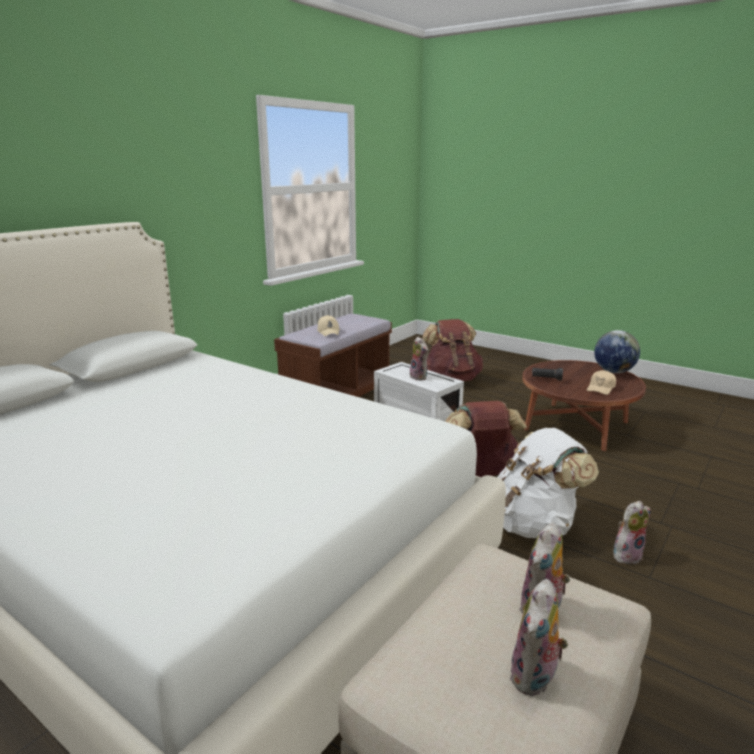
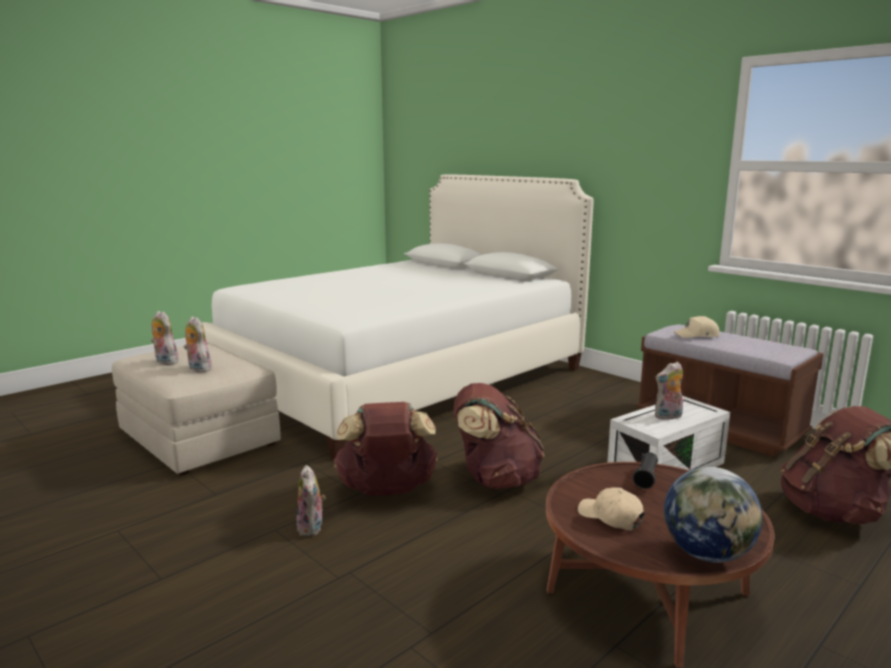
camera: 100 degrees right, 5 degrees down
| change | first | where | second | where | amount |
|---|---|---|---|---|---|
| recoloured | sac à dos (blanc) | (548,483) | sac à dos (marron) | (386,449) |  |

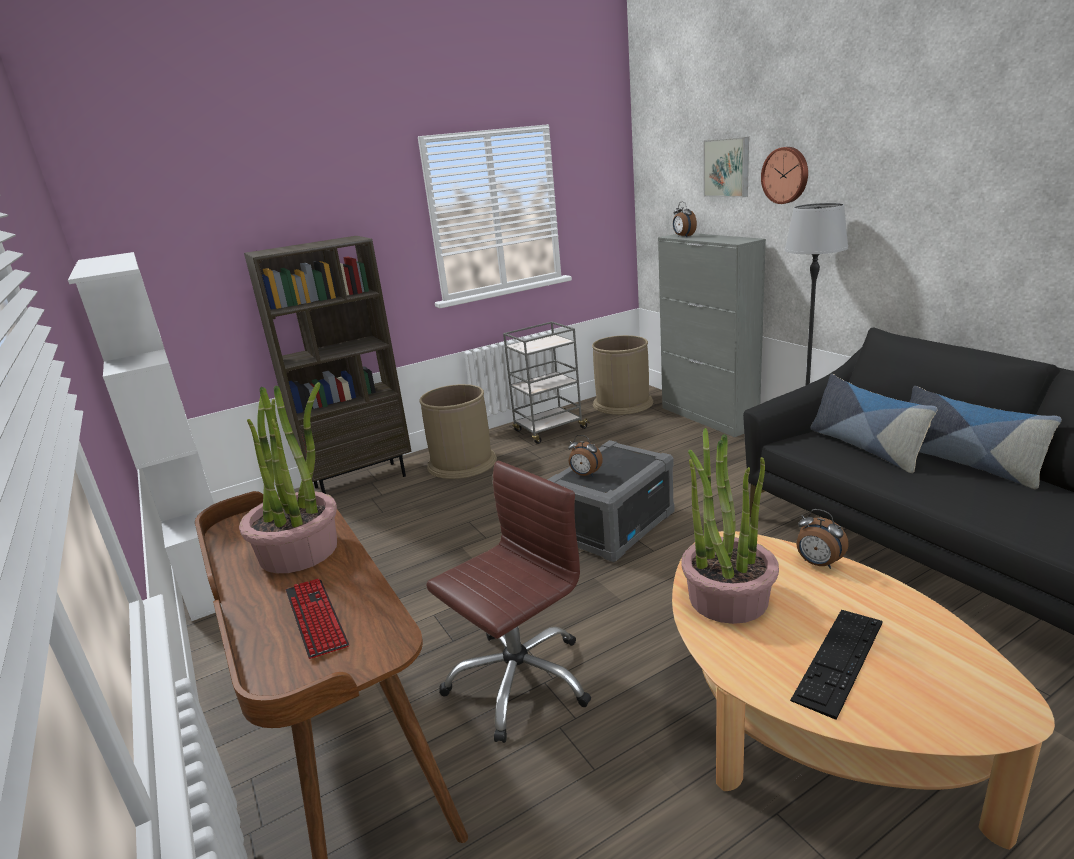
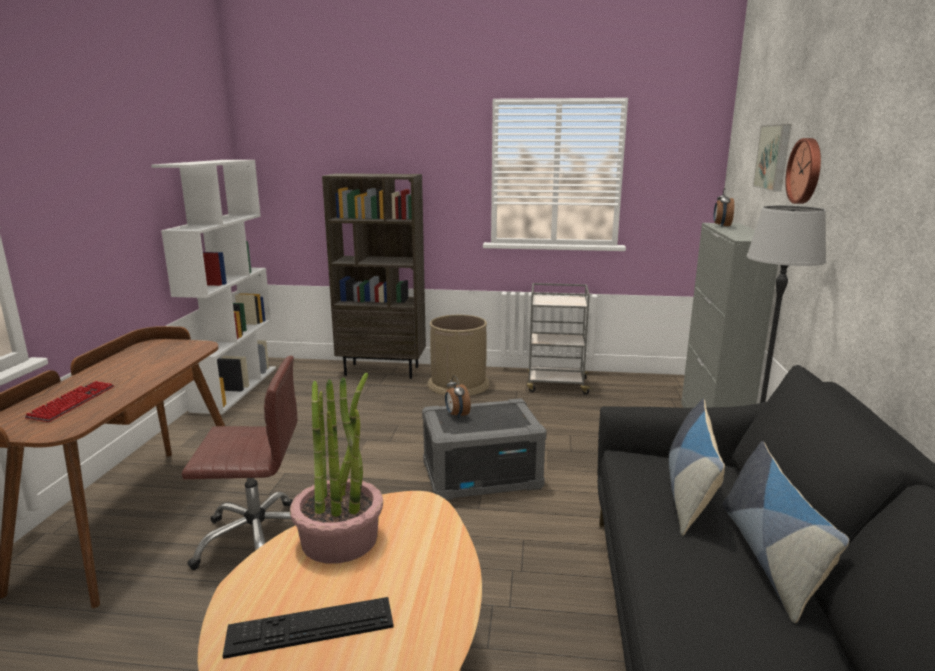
camera: 35 degrees right, 5 degrees down
| change | first | where | second | where | amount |
|---|---|---|---|---|---|
| removed | plante en pot | (288,477) |  |  |  |
| removed | poubelle (marron) | (622,375) |  |  |  |
| removed | réveil | (822,539) |  |  |  |

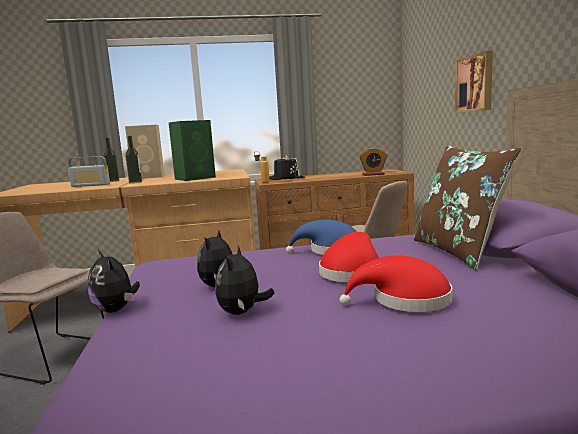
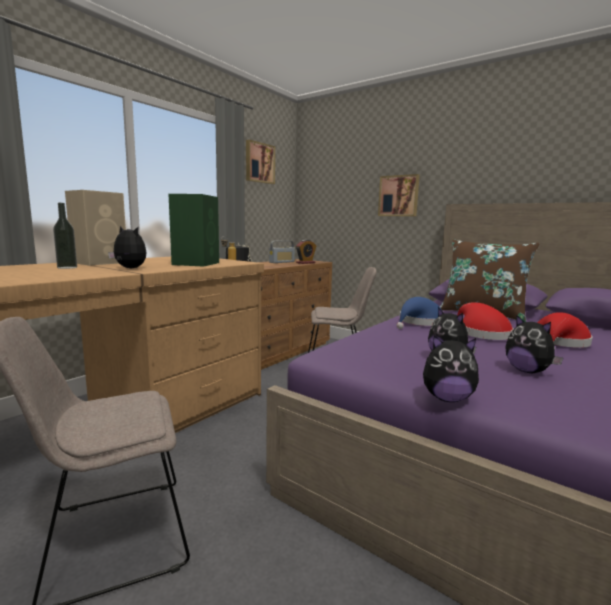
camera: 45 degrees left, 0 degrees up
| change | first | where | second | where | amount |
|---|---|---|---|---|---|
| moved | radio | (89,171) |  | (282,252) |  |
| replaced | bouteille | (133,160) | peluche | (127,247) |  |
| added |  |  | tableau | (260,162) |  |

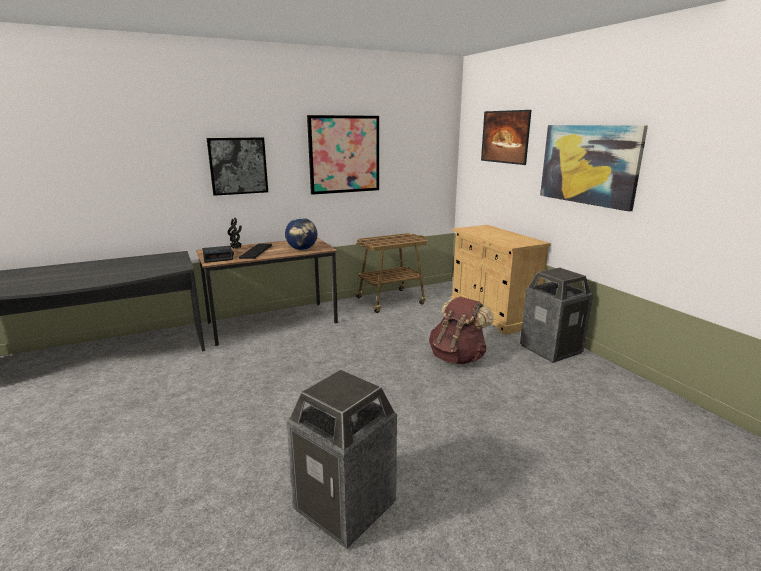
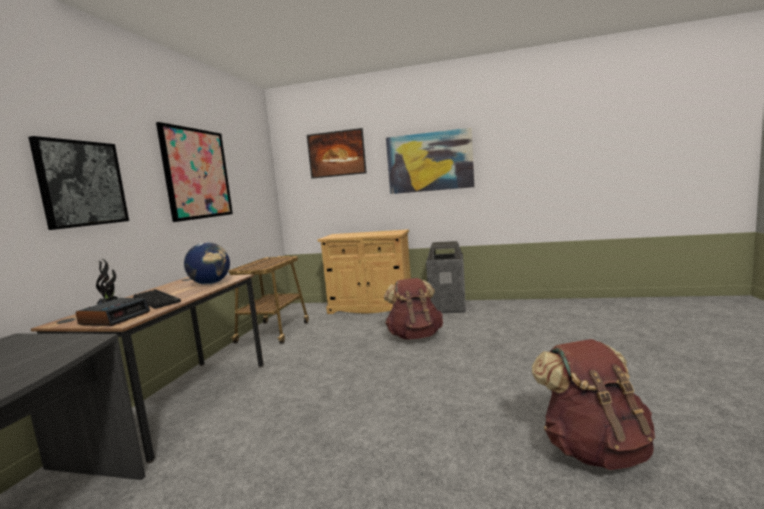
camera: 50 degrees left, 10 degrees down
| change | first | where | second | where | amount |
|---|---|---|---|---|---|
| replaced | poubelle | (341,459) | sac à dos (marron) | (593,404) |  |

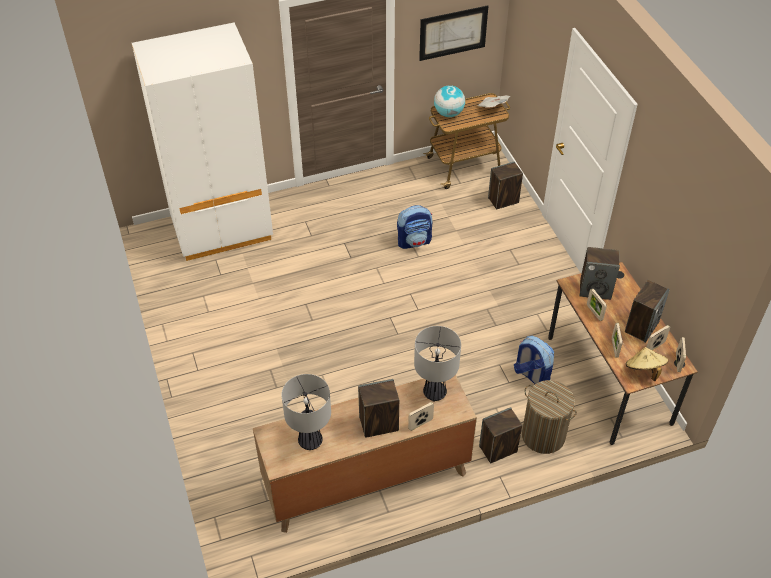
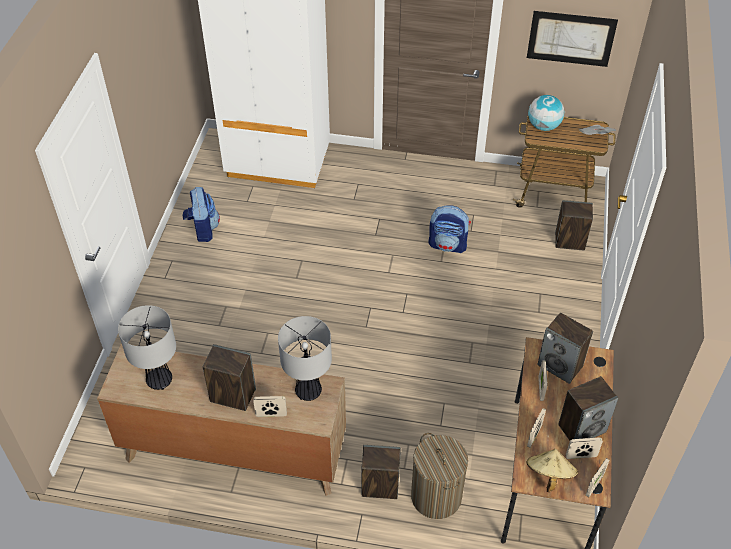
camera: 30 degrees right, 0 degrees up
| change | first | where | second | where | amount |
|---|---|---|---|---|---|
| moved | sac à dos | (534,360) |  | (201,214) |  |

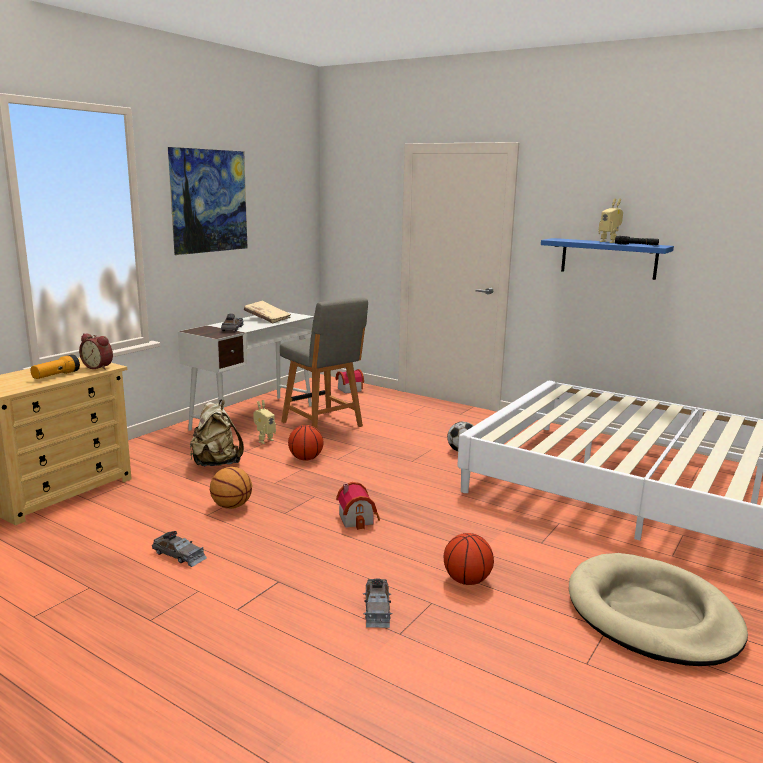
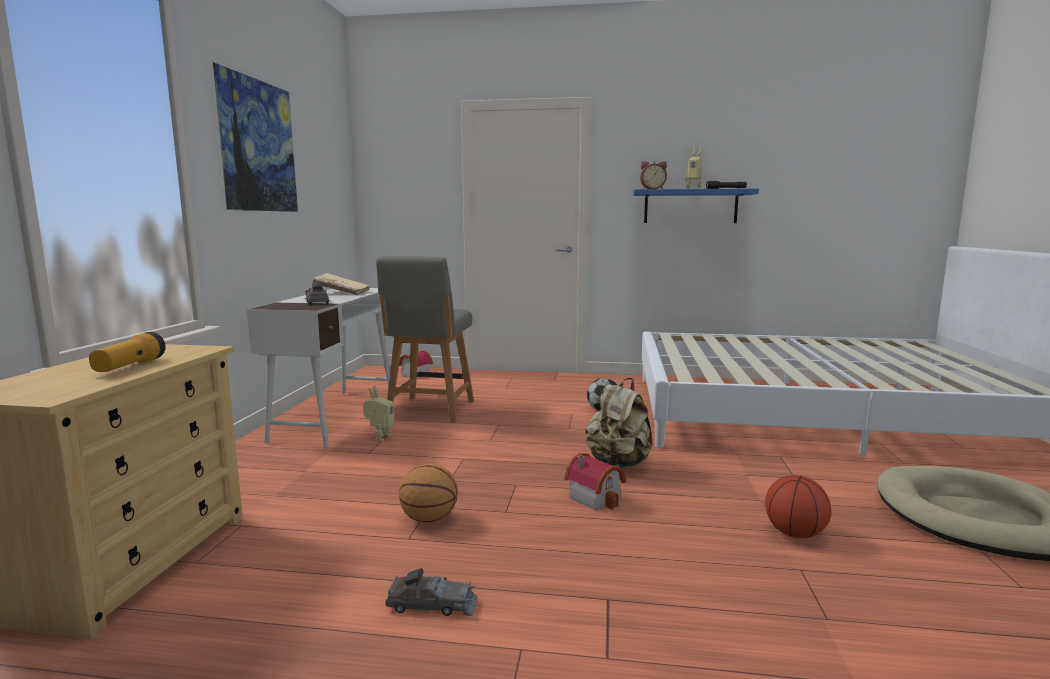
camera: 25 degrees left, 5 degrees down
| change | first | where | second | where | amount |
|---|---|---|---|---|---|
| moved | réveil | (96,351) |  | (653,175) |  |
| moved | sac à dos (beige) | (217,432) |  | (619,423) |  |
| turned | chaise (gris) | (324,363) |  | (425,339) | 75 degrees clockwise |
| removed | ballon de basket | (305,443) |  |  |  |
| removed | petite voiture (gris) | (377,603) |  |  |  |

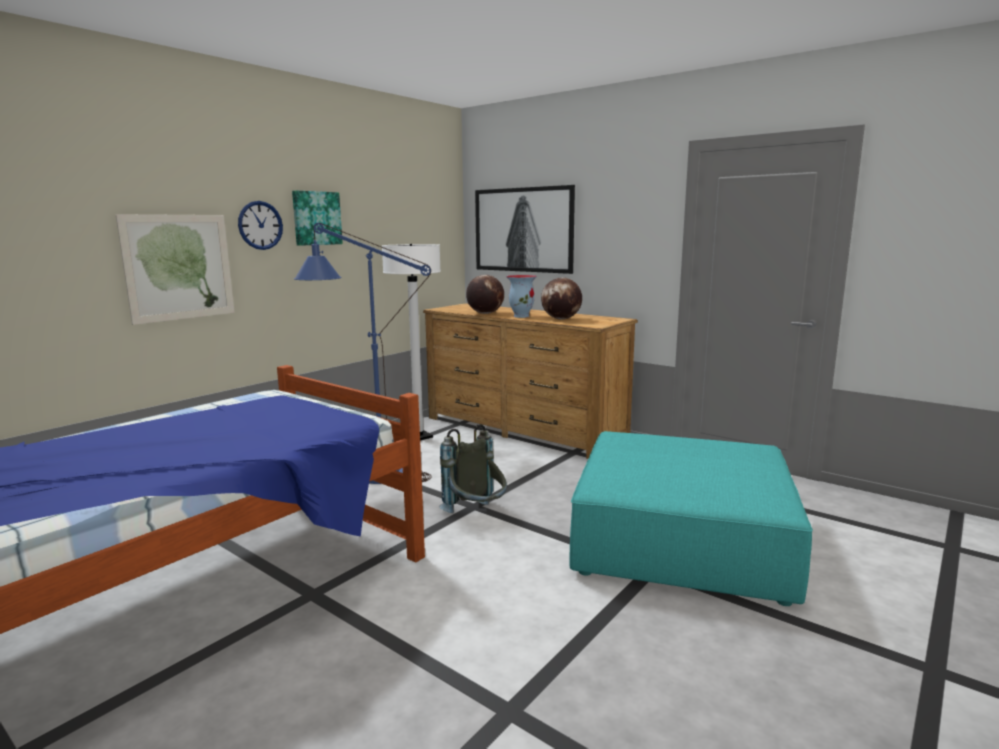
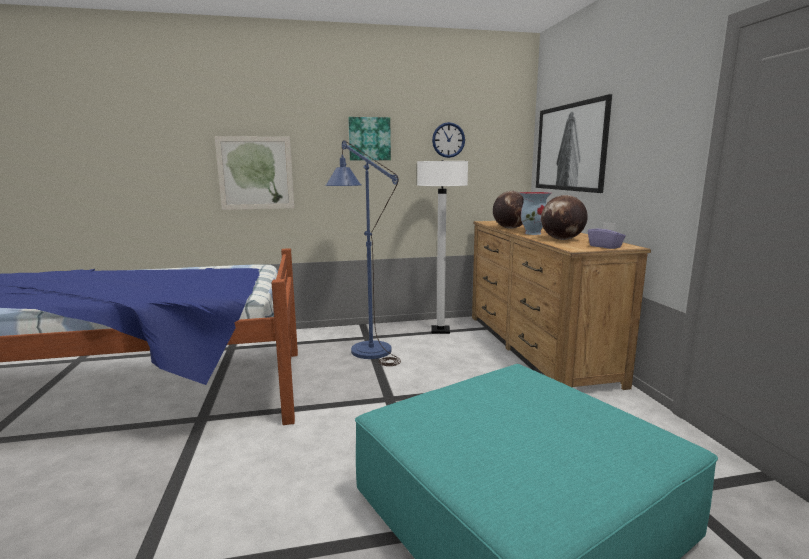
camera: 40 degrees right, 0 degrees up
| change | first | where | second | where | amount |
|---|---|---|---|---|---|
| moved | horloge murale | (260,225) |  | (448,140) |  |
| removed | sac à dos (gris) | (473,468) |  |  |  |
| added |  |  | boîte à mouchoirs (violet) | (607,235) |  |

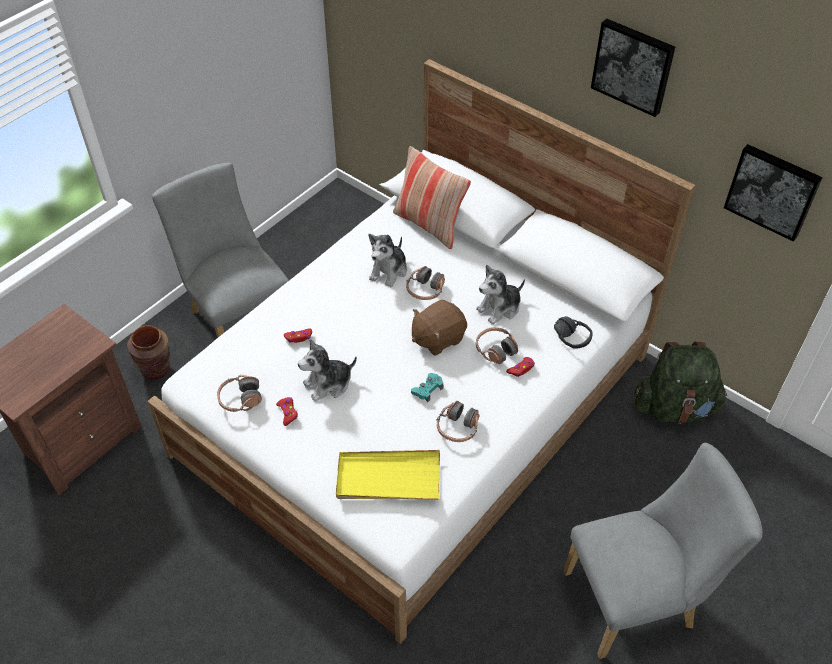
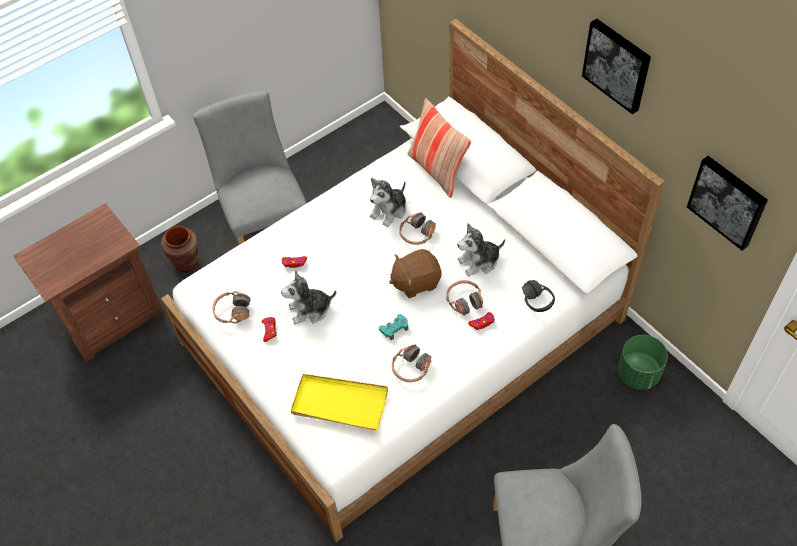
camera: 15 degrees right, 5 degrees up
| change | first | where | second | where | amount |
|---|---|---|---|---|---|
| replaced | sac à dos (vert) | (680,382) | cache-pot (vert) | (643,362) |  |

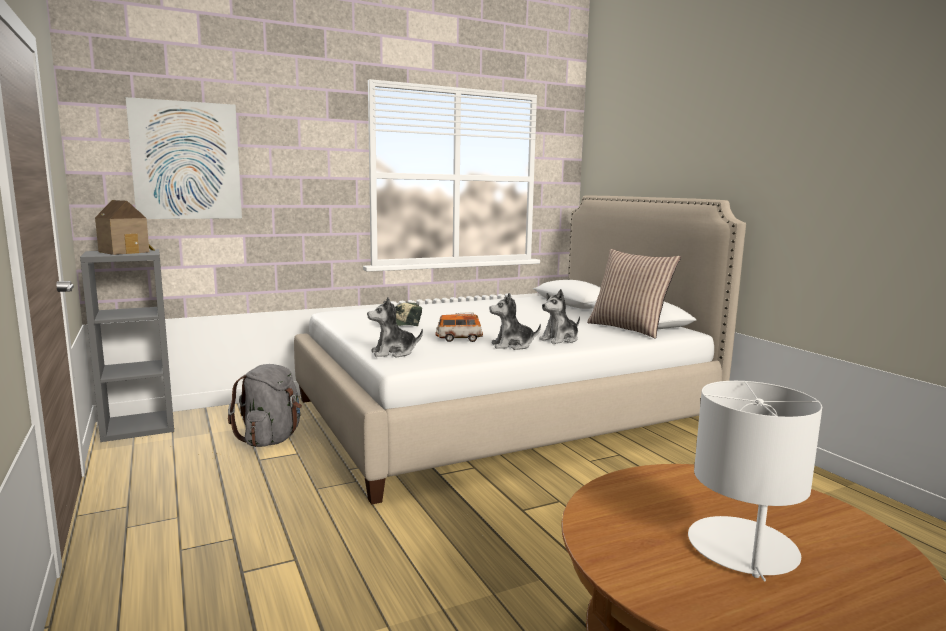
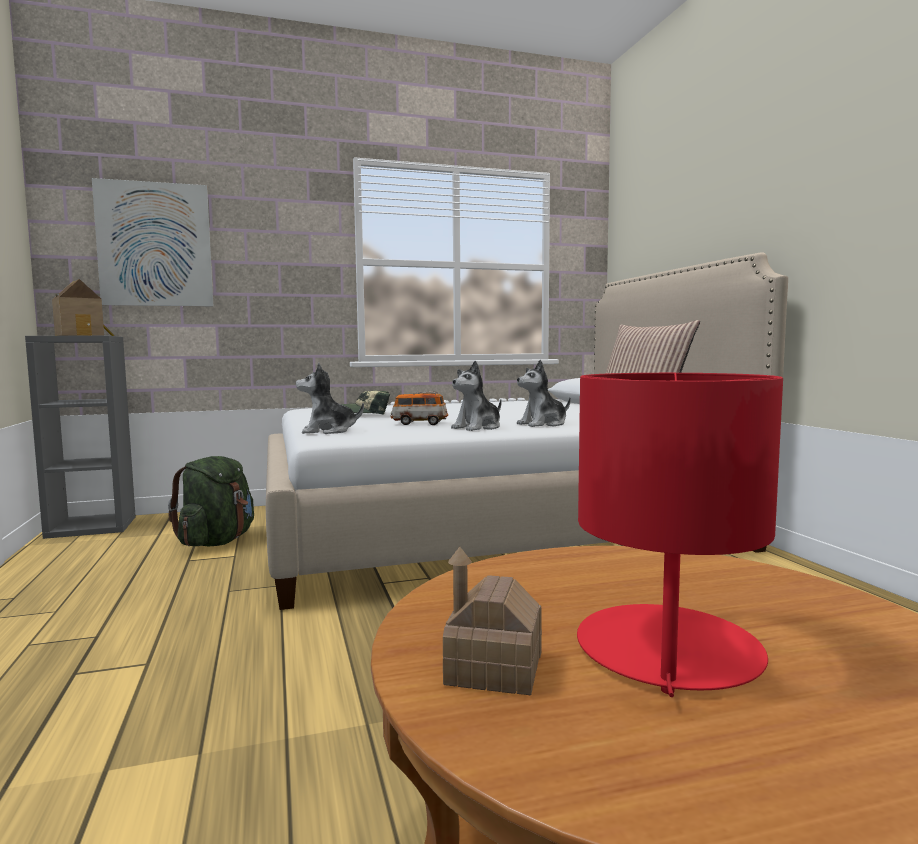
camera: 10 degrees right, 5 degrees down
| change | first | where | second | where | amount |
|---|---|---|---|---|---|
| recoloured | sac à dos (gris) | (265,405) | sac à dos (vert) | (211,501) |  |
| turned | peluche | (515,321) |  | (476,396) | 45 degrees counterclockwise |
| recoloured | lampe de table (blanc) | (755,481) | lampe de table (rouge) | (680,535) |  |
| added |  |  | maison miniature | (492,621) |  |

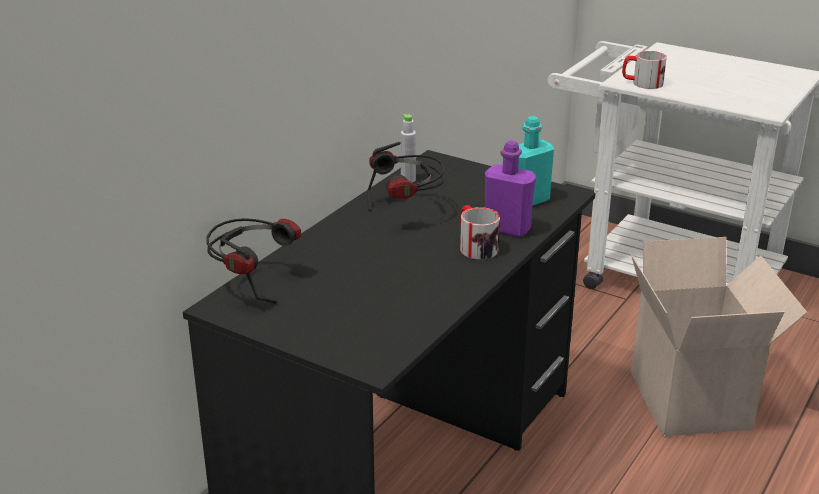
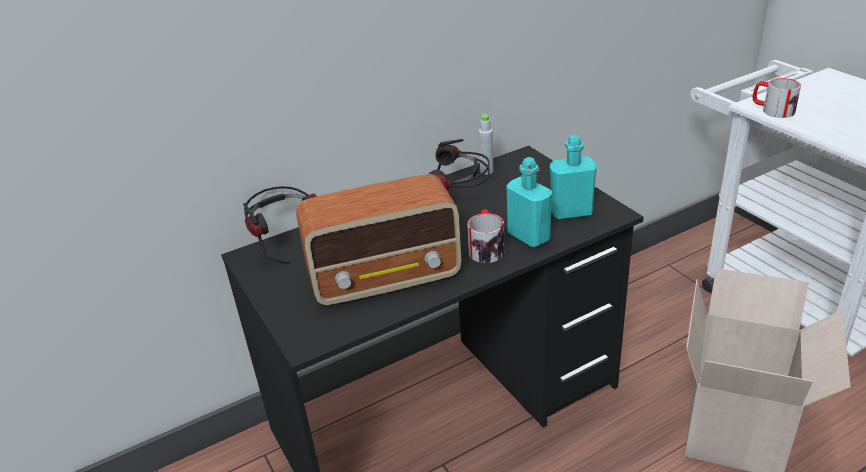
camera: 30 degrees right, 5 degrees up
| change | first | where | second | where | amount |
|---|---|---|---|---|---|
| recoloured | bouteille (violet) | (510,188) | bouteille (turquoise) | (529,202) |  |
| added |  |  | radio | (378,240) |  |

